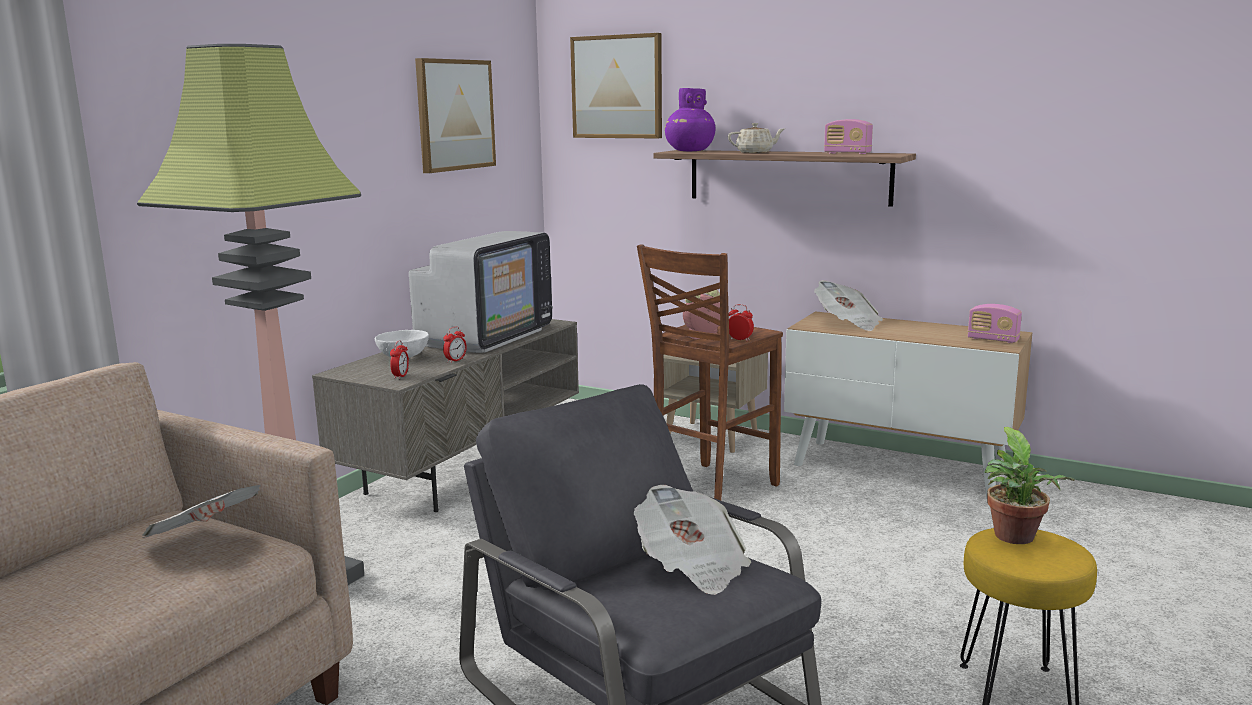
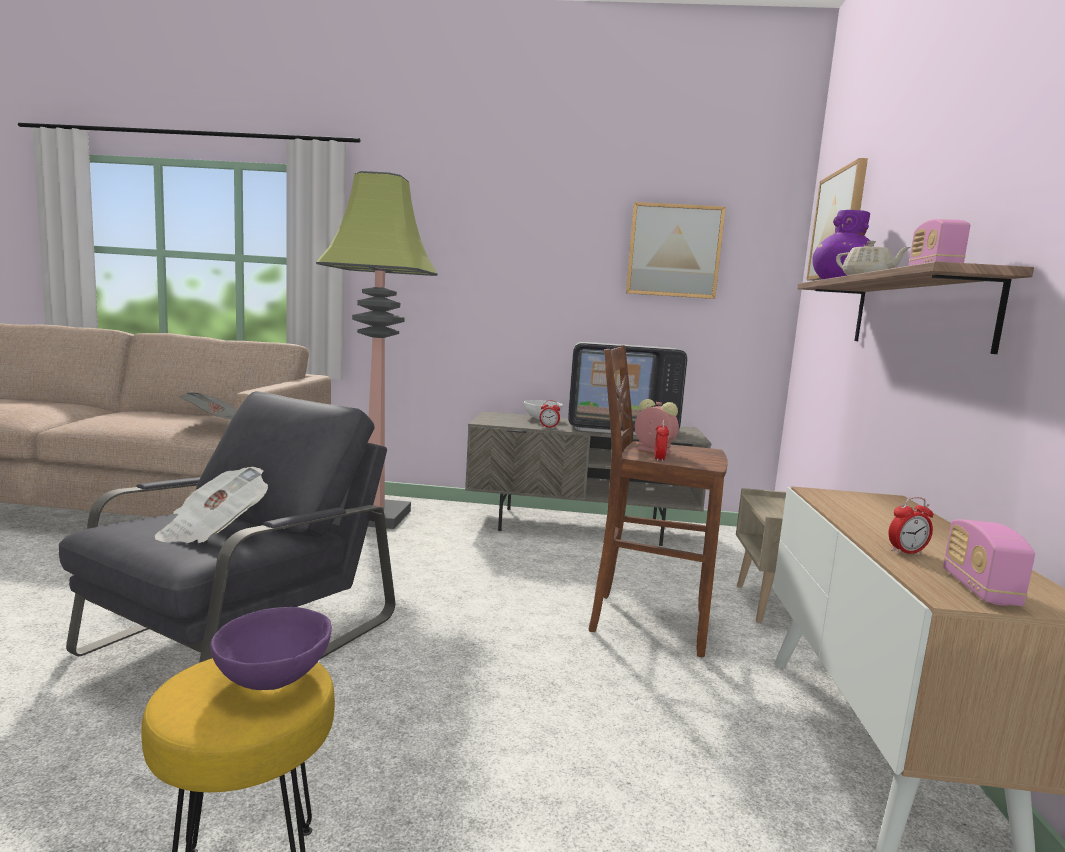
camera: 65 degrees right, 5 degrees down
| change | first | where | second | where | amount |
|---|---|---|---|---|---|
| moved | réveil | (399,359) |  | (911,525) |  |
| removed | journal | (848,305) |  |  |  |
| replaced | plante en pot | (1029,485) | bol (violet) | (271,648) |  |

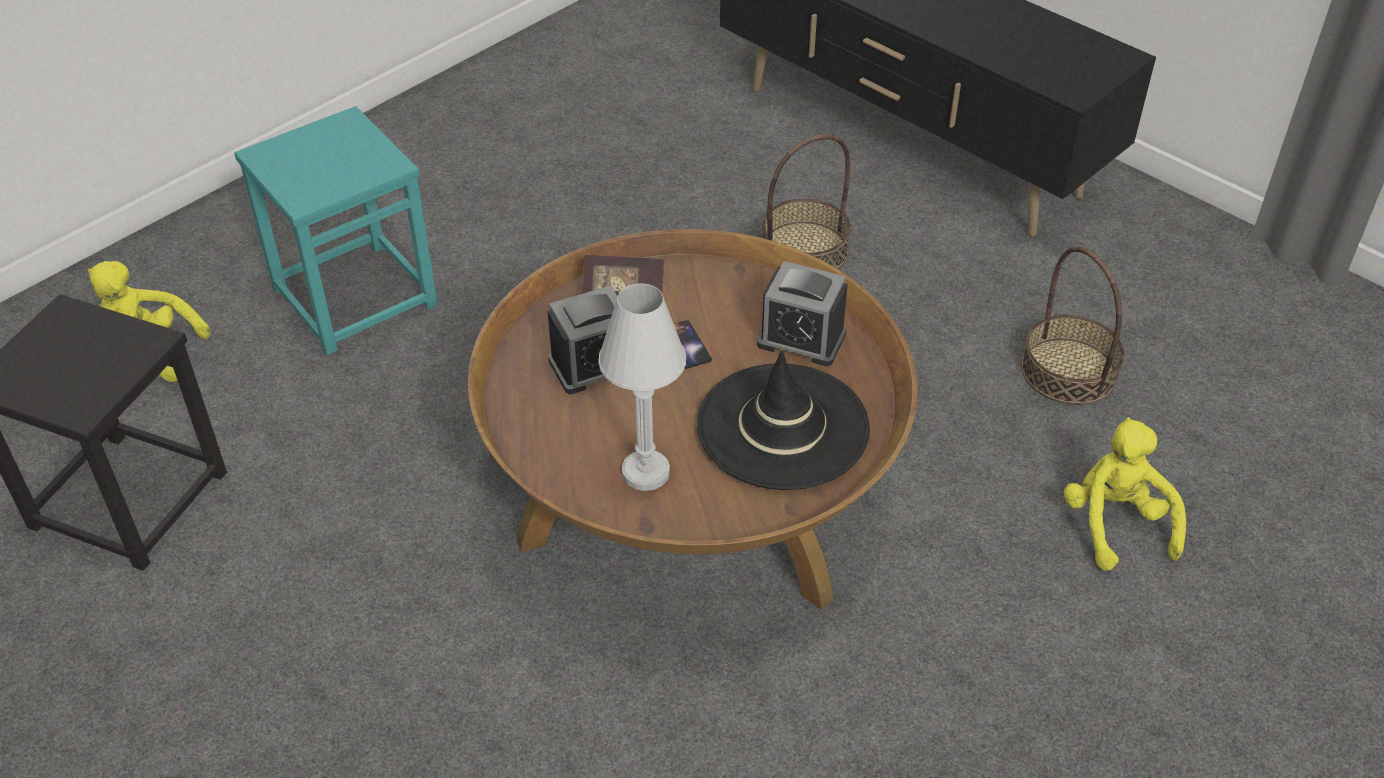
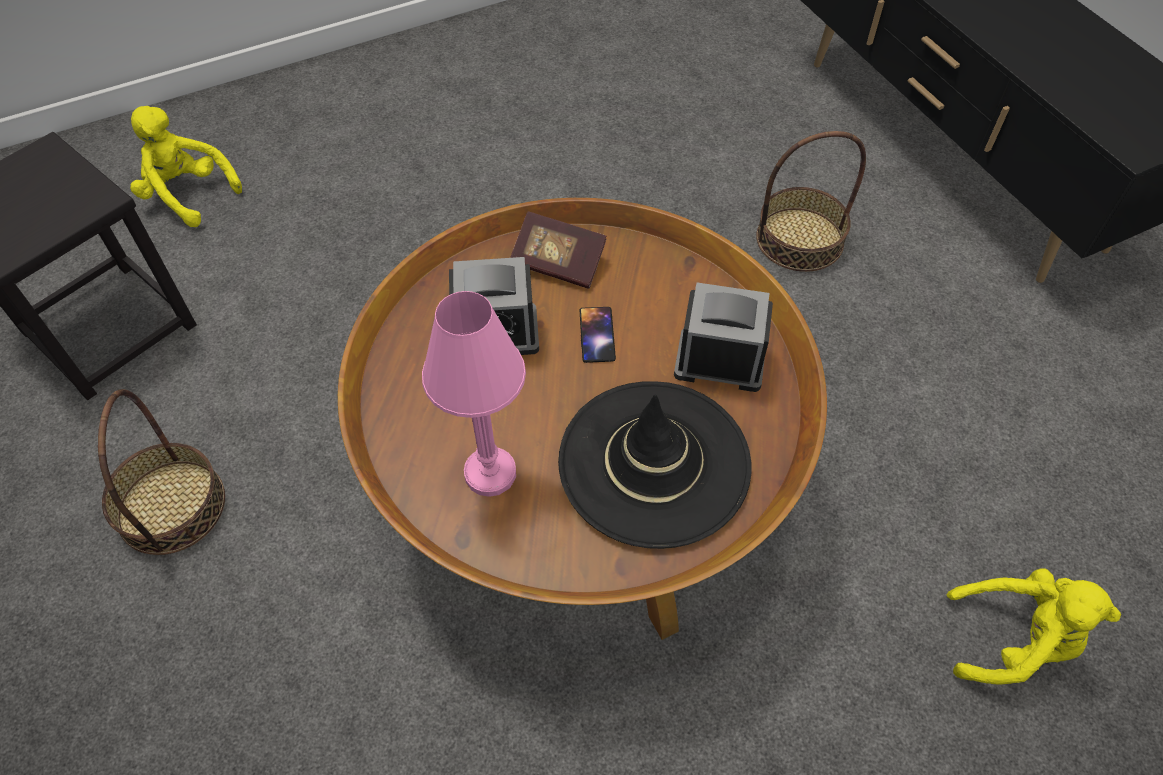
camera: 20 degrees right, 10 degrees up
| change | first | where | second | where | amount |
|---|---|---|---|---|---|
| removed | tabouret (turquoise) | (336,230) |  |  |  |
| recoloured | lampe de table (blanc) | (642,387) | lampe de table (rose) | (474,394) |  |
| turned | réveil | (802,313) |  | (723,337) | 150 degrees clockwise |
| moved | panier | (1072,325) |  | (161,472) |  |
| turned | peluche (jaune) | (1125,494) |  | (1033,626) | 90 degrees clockwise |

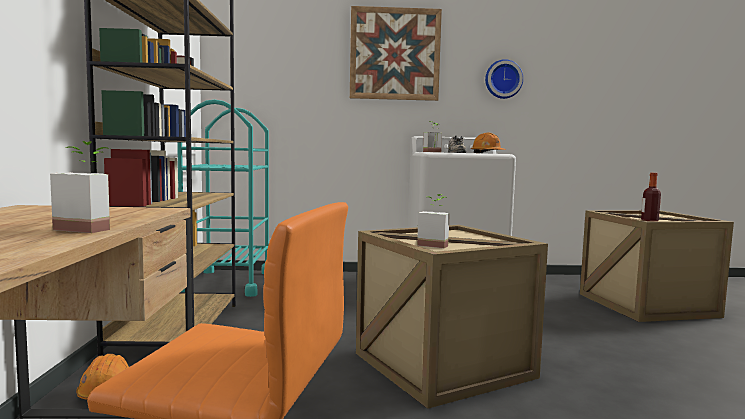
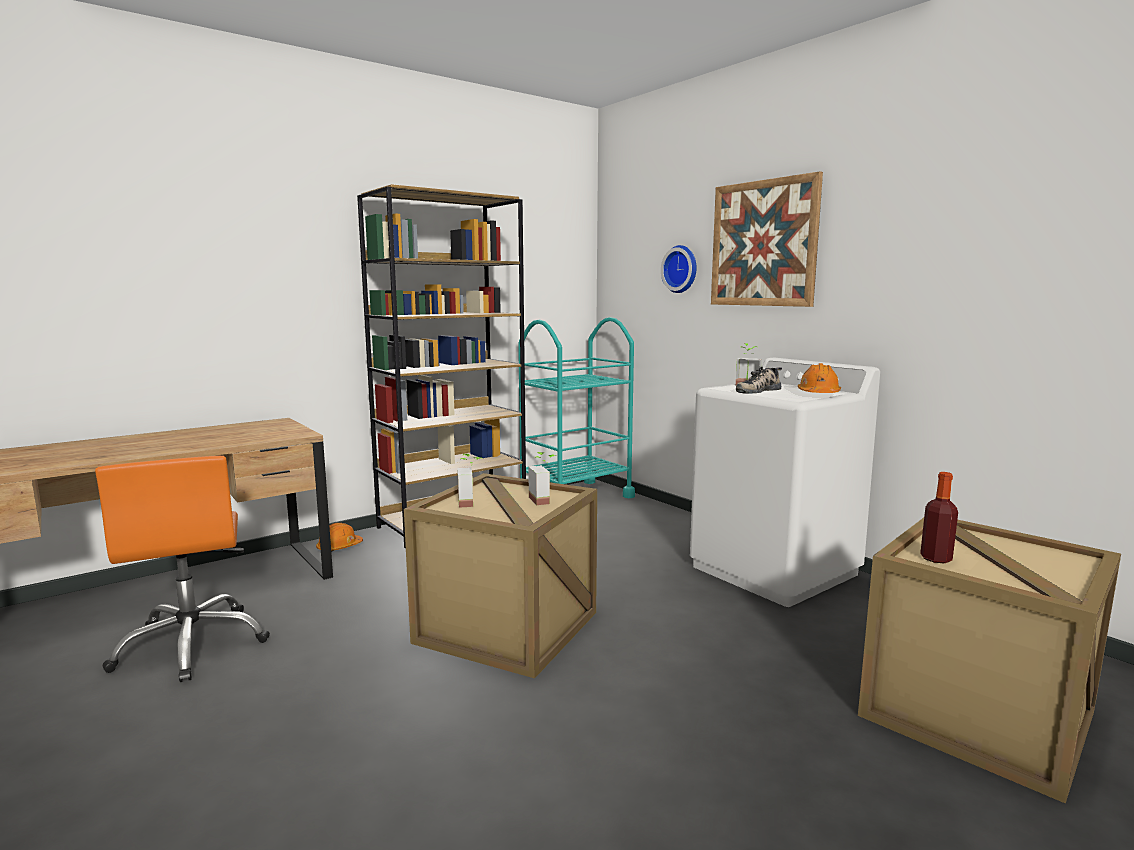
camera: 55 degrees right, 5 degrees up
| change | first | where | second | where | amount |
|---|---|---|---|---|---|
| moved | plante en pot | (80,187) |  | (542,478) |  |
| moved | horloge murale | (504,79) |  | (678,269) |  |

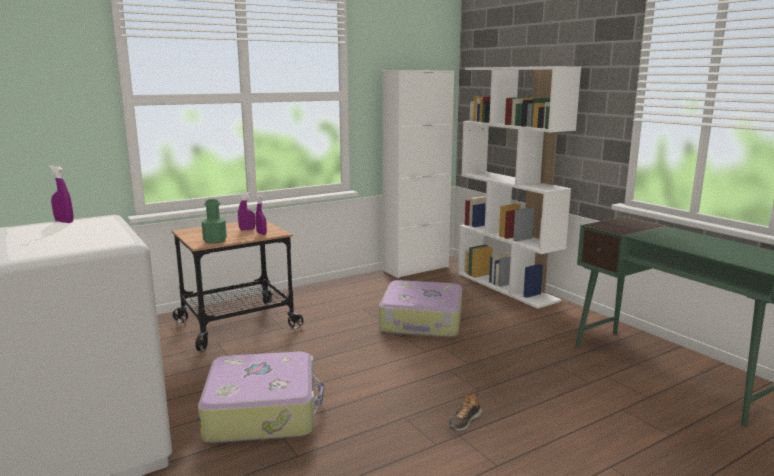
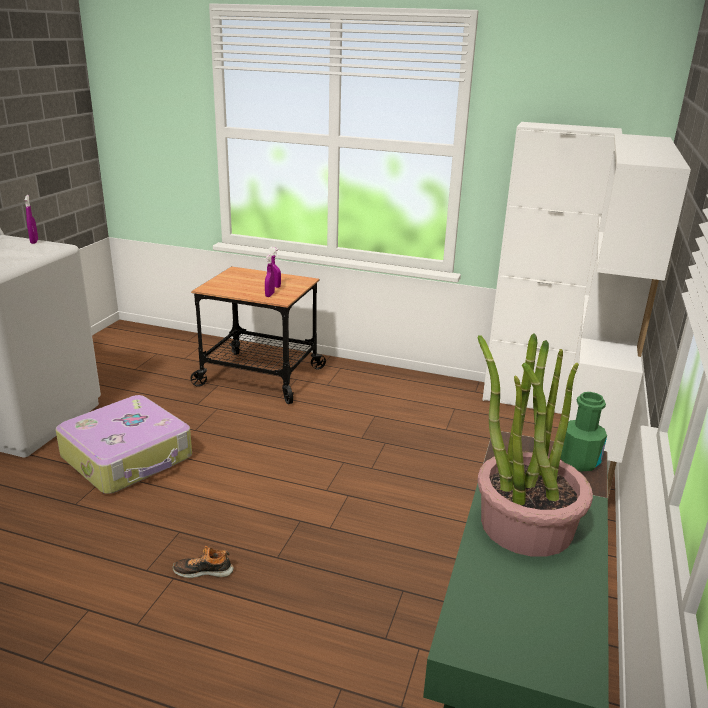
camera: 50 degrees right, 10 degrees up
| change | first | where | second | where | amount |
|---|---|---|---|---|---|
| moved | bouteille (vert) | (214,221) |  | (584,432) |  |
| removed | valise | (420,308) |  |  |  |
| added |  |  | plante en pot | (535,445) |  |

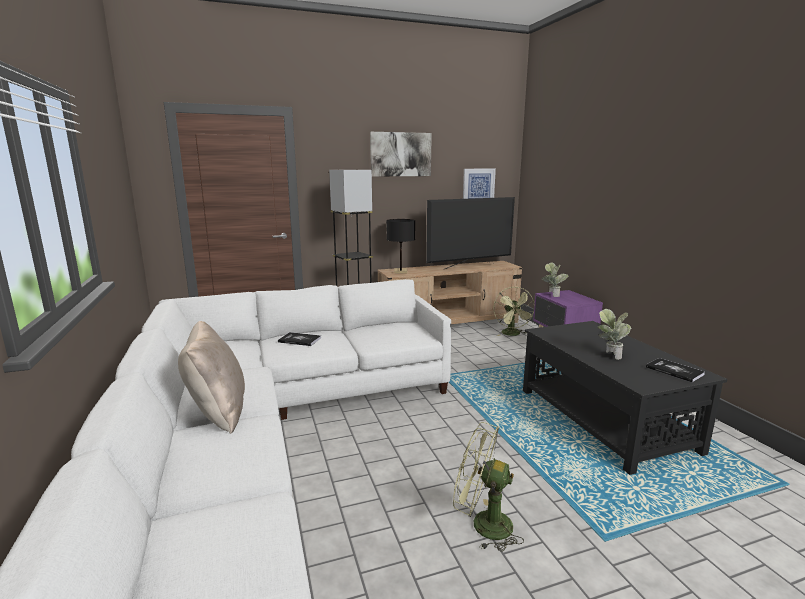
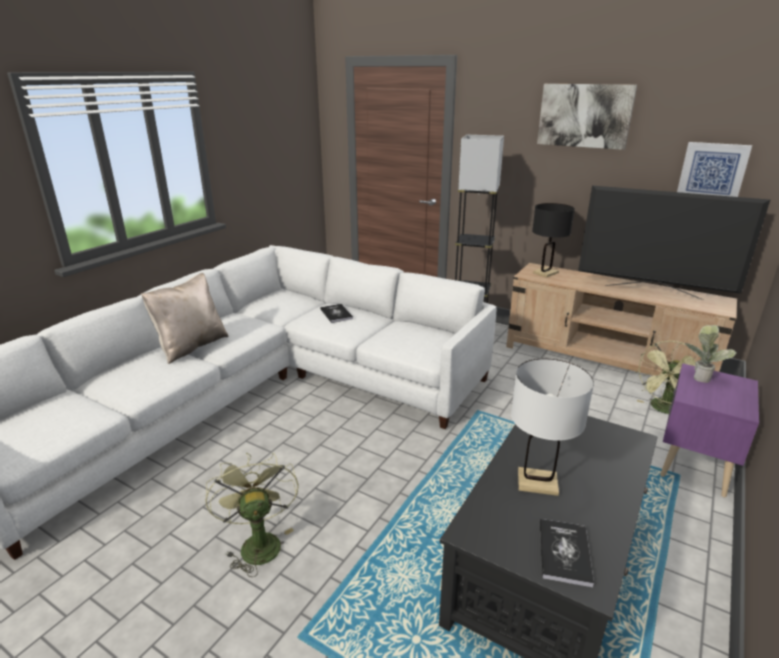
camera: 50 degrees right, 10 degrees up
| change | first | where | second | where | amount |
|---|---|---|---|---|---|
| replaced | plante en pot | (614,334) | lampe de table (blanc) | (552,427) |  |

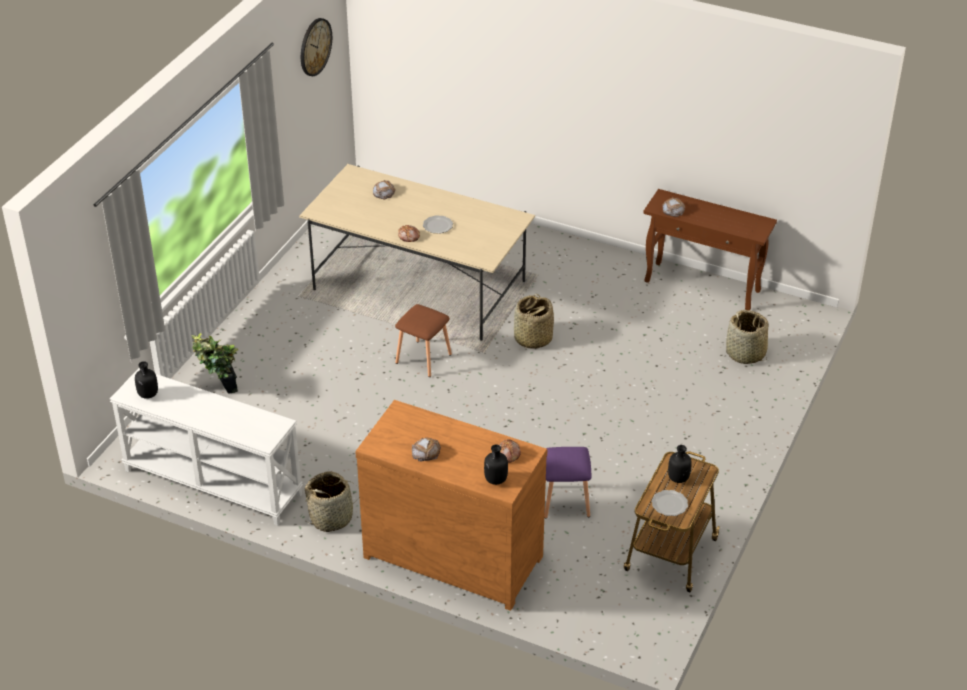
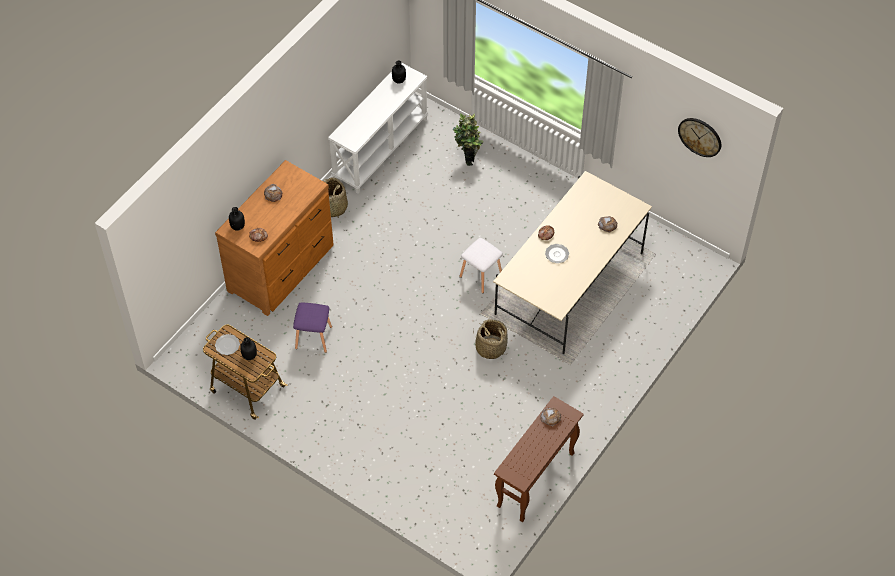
camera: 100 degrees right, 15 degrees up
| change | first | where | second | where | amount |
|---|---|---|---|---|---|
| recoloured | tabouret (marron) | (423,340) | tabouret (blanc) | (481,265) |  |
| removed | panier | (747,337) |  |  |  |

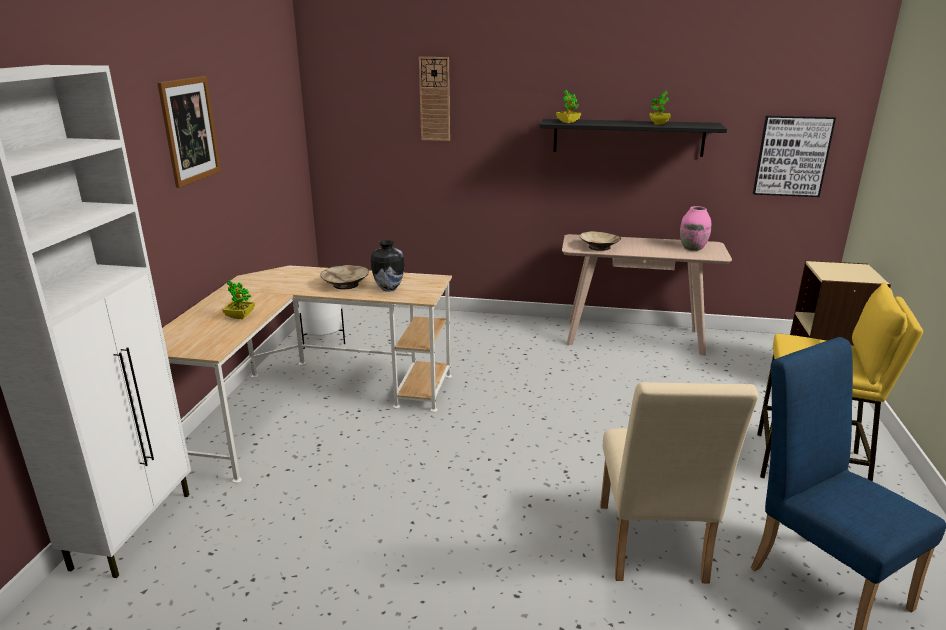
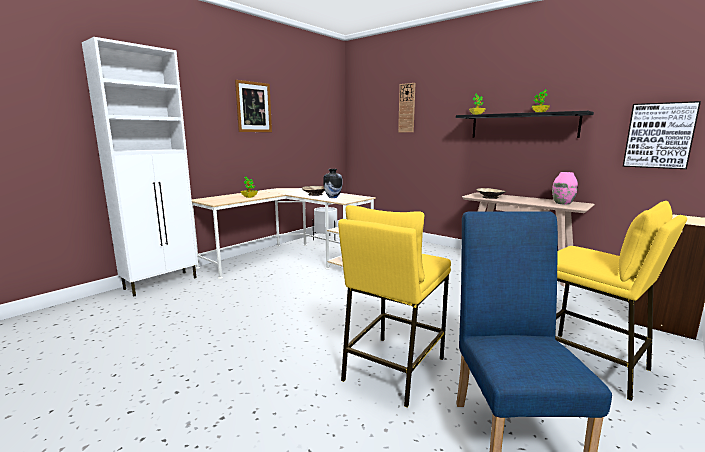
camera: 30 degrees right, 10 degrees down
| change | first | where | second | where | amount |
|---|---|---|---|---|---|
| replaced | chaise (beige) | (679,483) | tabouret (jaune) | (394,306) |  |

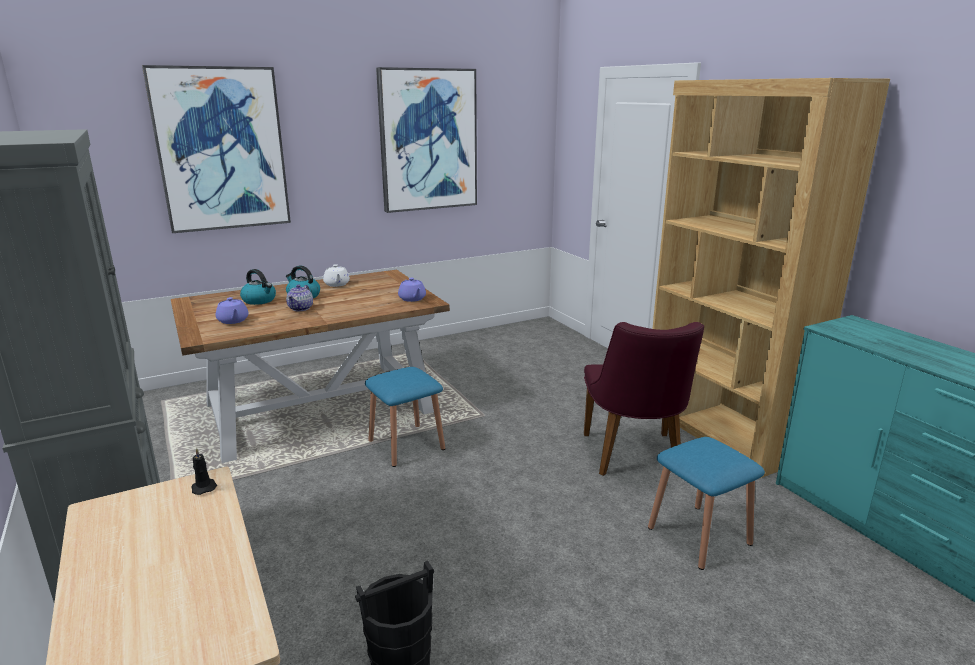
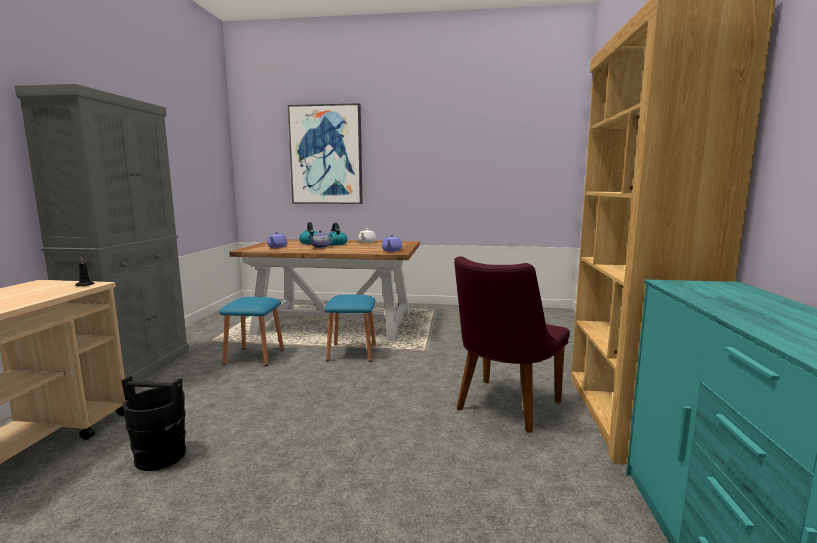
camera: 35 degrees right, 10 degrees down
| change | first | where | second | where | amount |
|---|---|---|---|---|---|
| removed | tableau | (426,140) |  |  |  |
| moved | tabouret (bleu) | (706,503) |  | (251,331) |  |

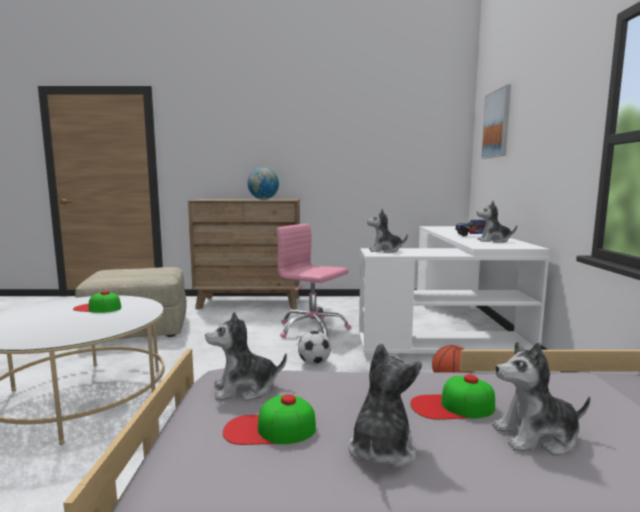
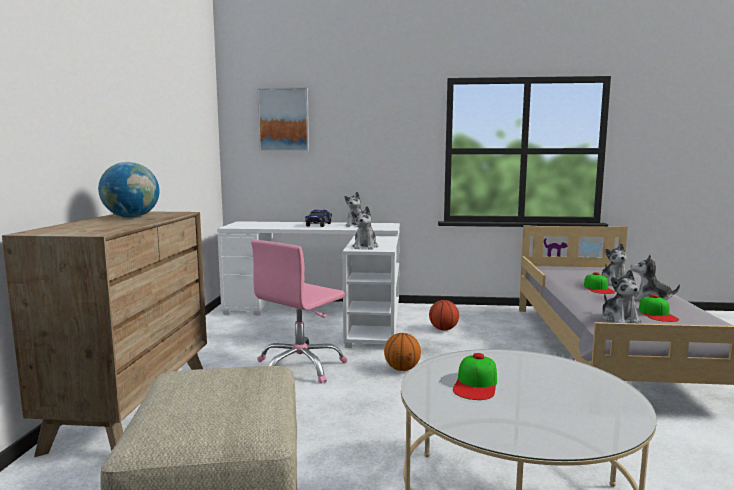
camera: 85 degrees left, 0 degrees up
| change | first | where | second | where | amount |
|---|---|---|---|---|---|
| replaced | ballon de foot | (314,348) | ballon de basket | (402,352) |  |

